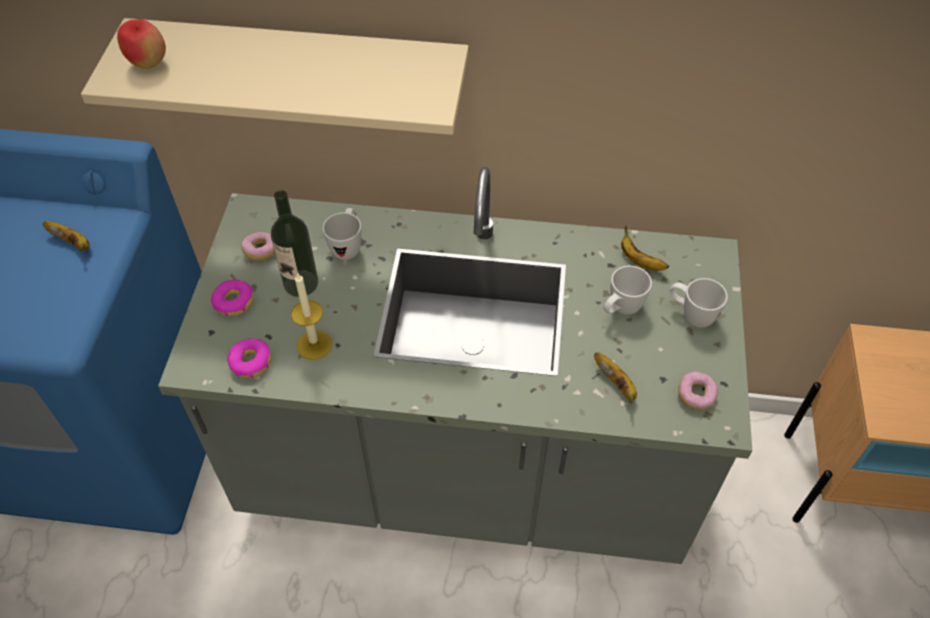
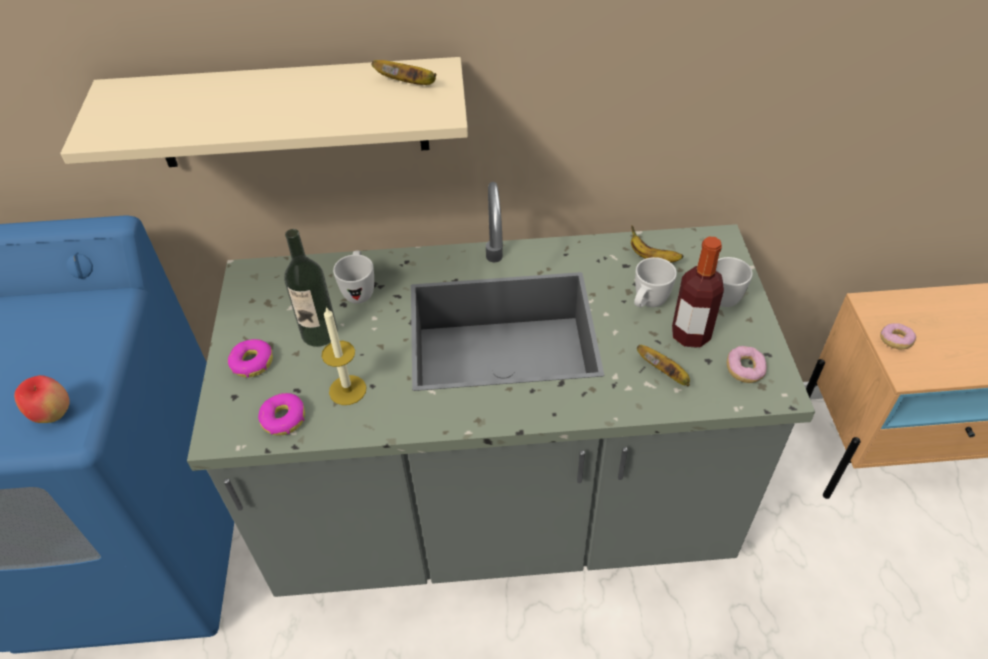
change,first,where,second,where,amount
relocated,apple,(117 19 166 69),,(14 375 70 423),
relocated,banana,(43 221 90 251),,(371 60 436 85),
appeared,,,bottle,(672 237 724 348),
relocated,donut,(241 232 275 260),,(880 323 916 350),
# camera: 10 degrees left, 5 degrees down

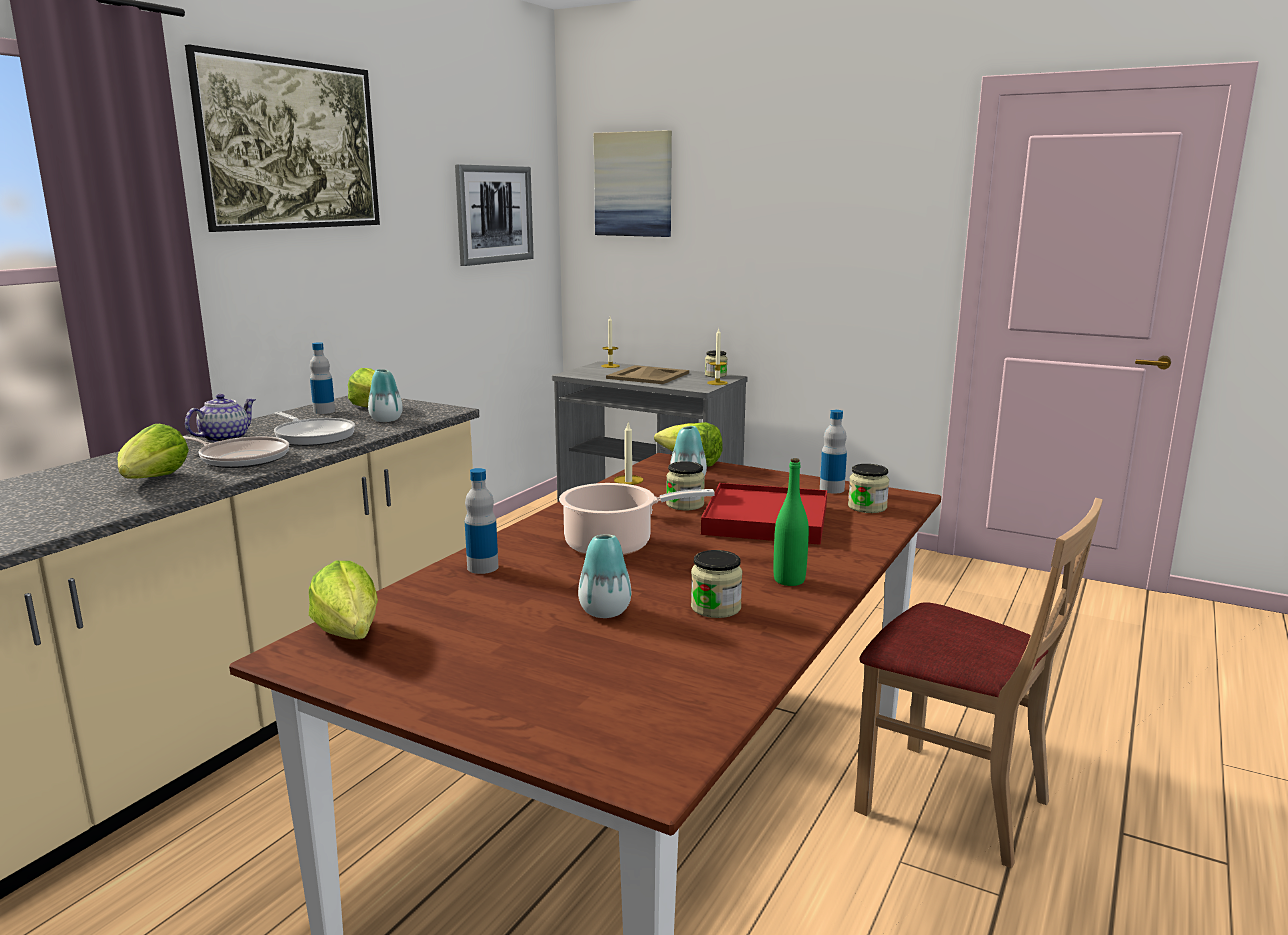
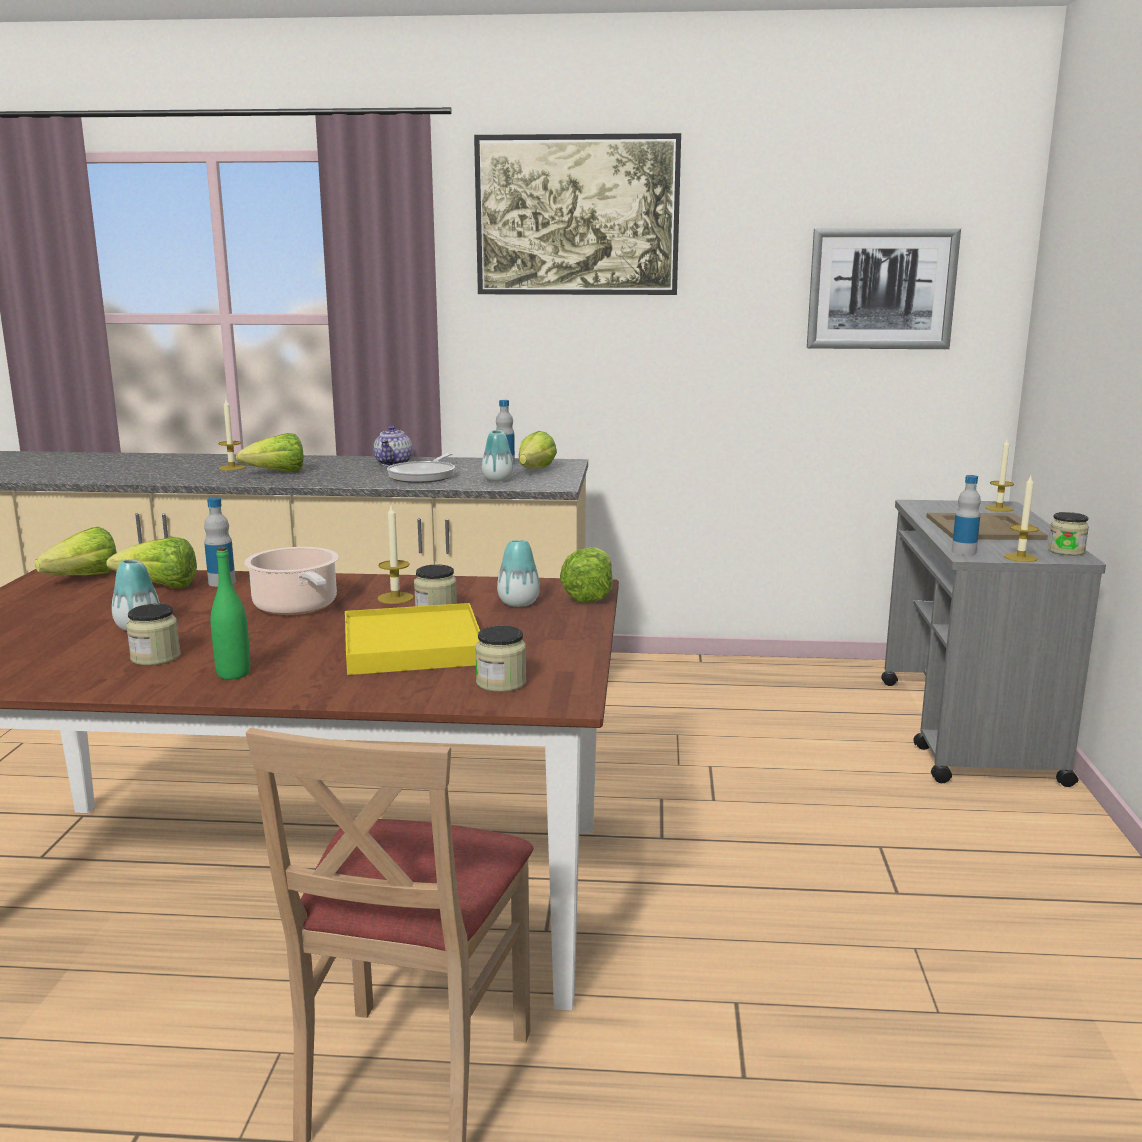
change,first,where,second,where,amount
appeared,,,lettuce,(106 537 197 588),
appeared,,,candle,(218 399 246 471),
colour,red tray,(701 483 827 545),yellow tray,(345 603 480 675),
spun,teapot,(185 394 256 443),,(373 426 413 466),90 degrees clockwise
relocated,bottle,(820 410 847 494),,(952 475 981 555),
missing,frying pan,(183 436 289 468),,,
missing,picture,(594 130 672 237),,,
# camera: 65 degrees right, 0 degrees up

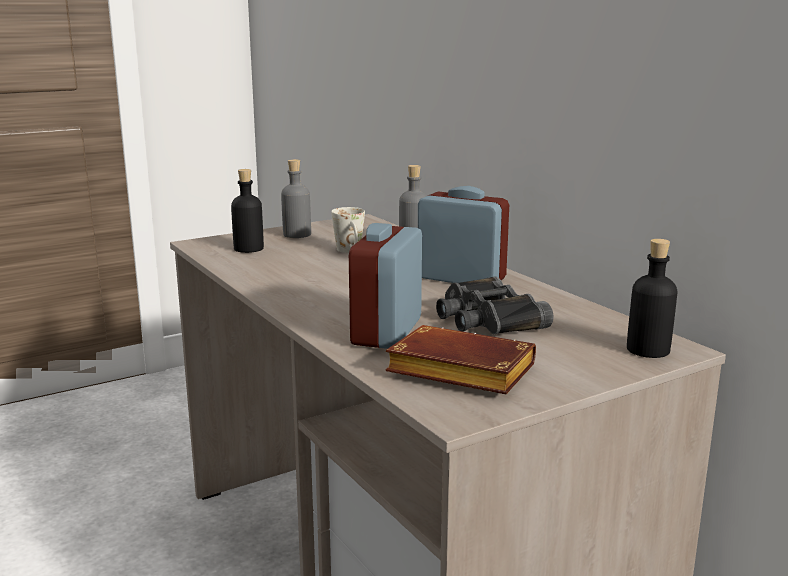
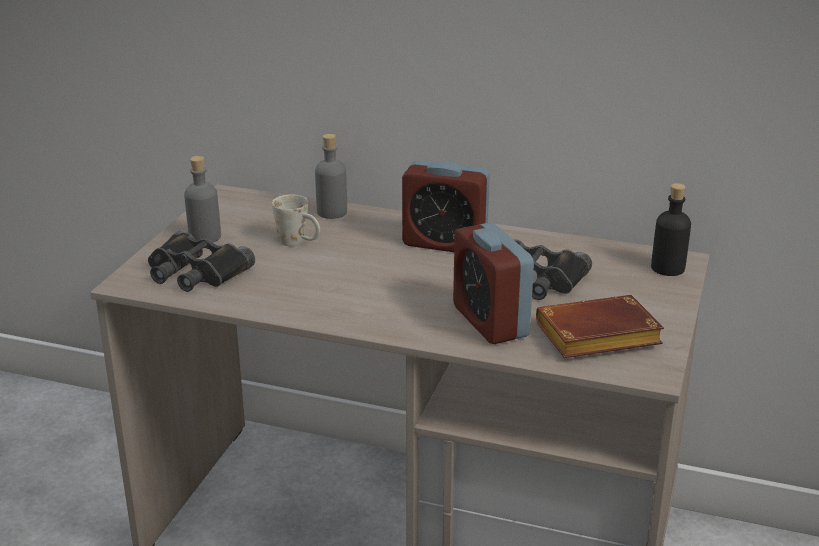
change,first,where,second,where,amount
exchanged,black bottle,(231 169 264 253),black binoculars,(148 230 255 292),
spun,alarm clock,(418 186 509 283),,(402 160 490 252),150 degrees counterclockwise
# camera: 40 degrees left, 10 degrees up

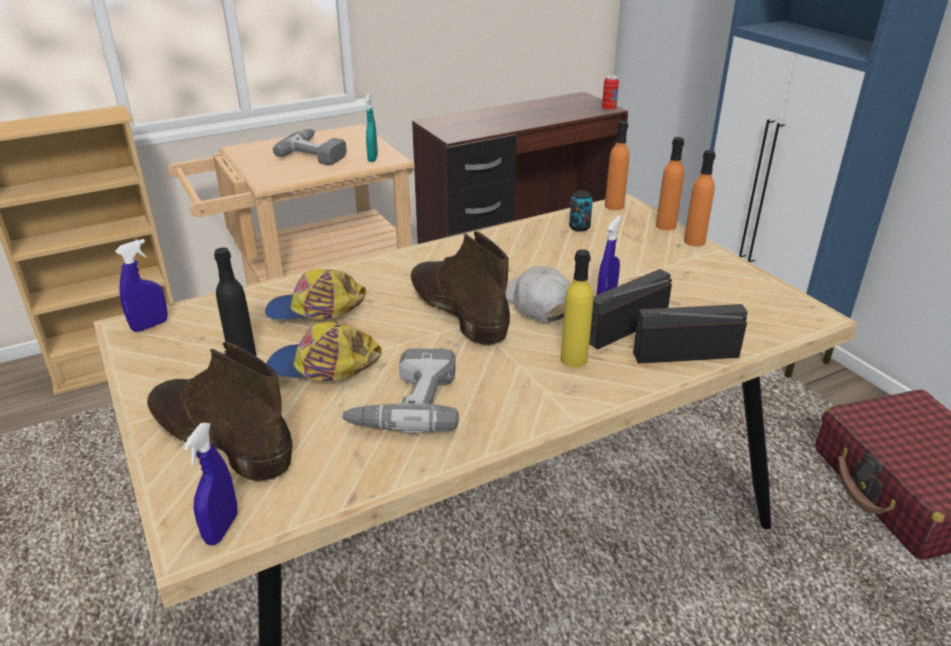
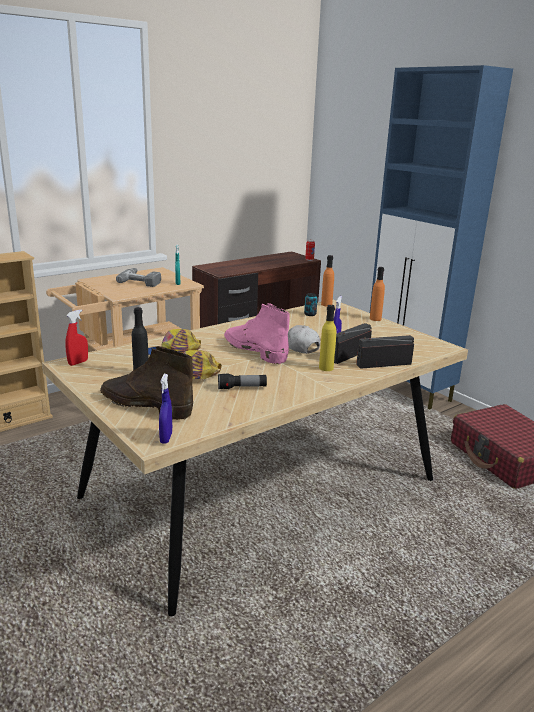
change,first,where,second,where,amount
colour,blue spray bottle,(115 239 167 332),red spray bottle,(65 310 88 366),
exchanged,power drill,(340 348 459 433),flashlight,(218 373 267 389),
colour,brown boot,(411 231 510 346),pink boot,(224 303 290 364),
missing,orange bottle,(656 137 684 230),,,
# camera: 10 degrees left, 10 degrees down

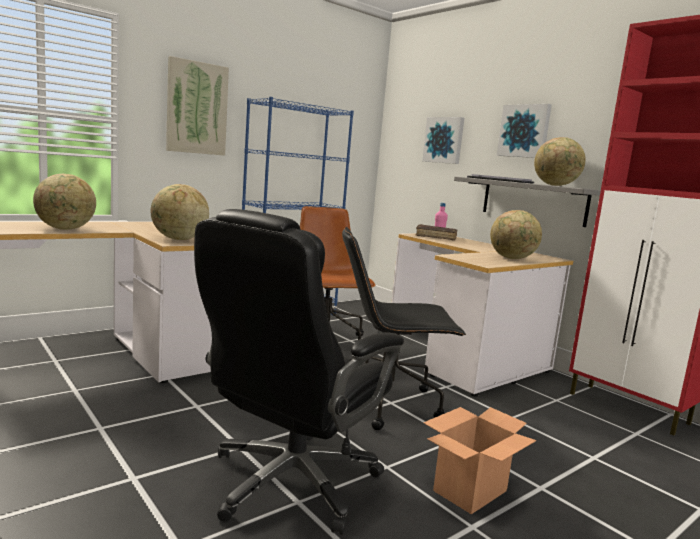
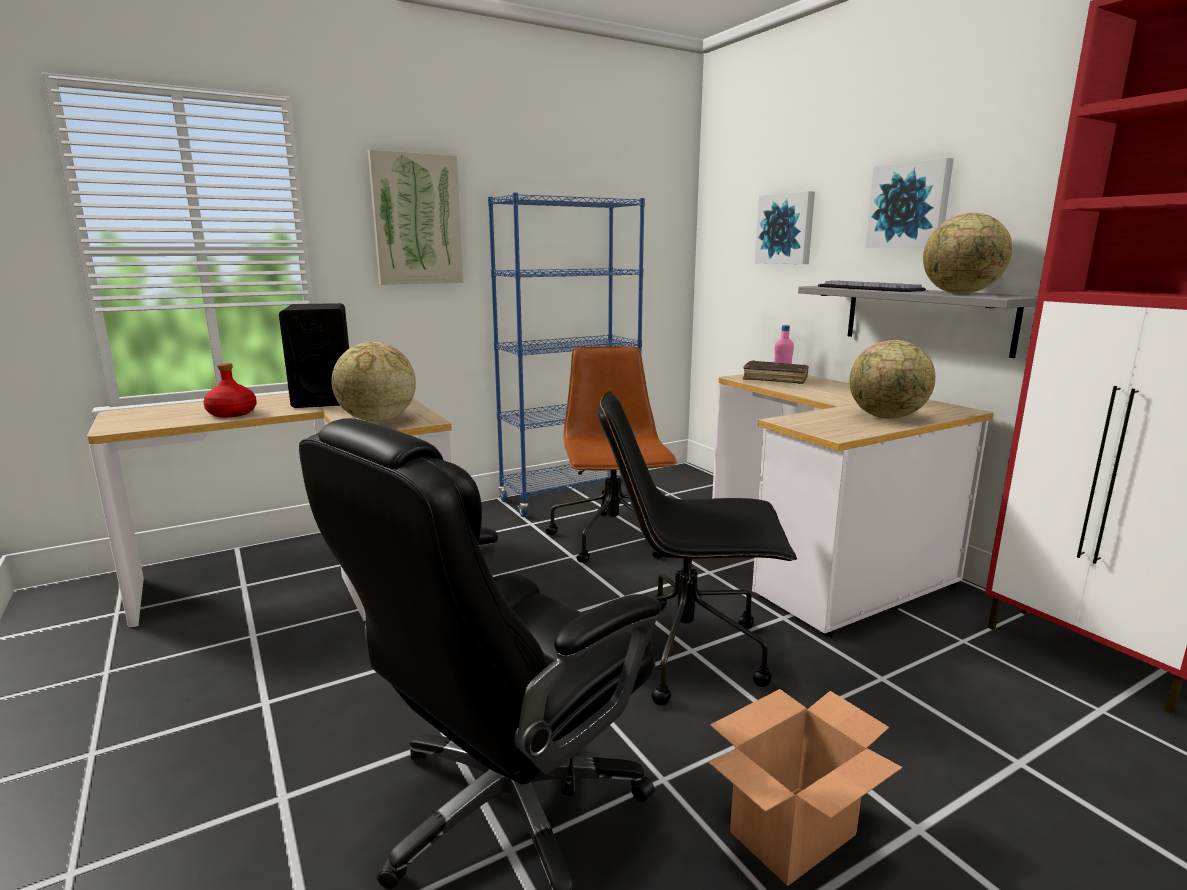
change,first,where,second,where,amount
exchanged,globe,(33 174 96 230),red bottle,(203 363 257 418),
appeared,,,black speaker,(279 303 349 408),
# camera: 10 degrees right, 5 degrees up

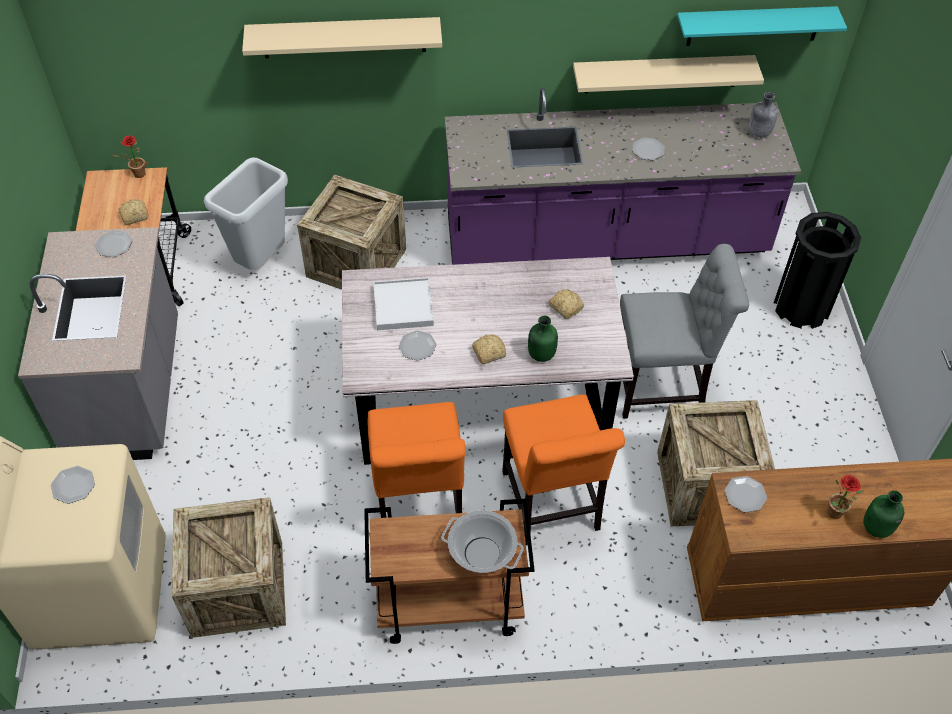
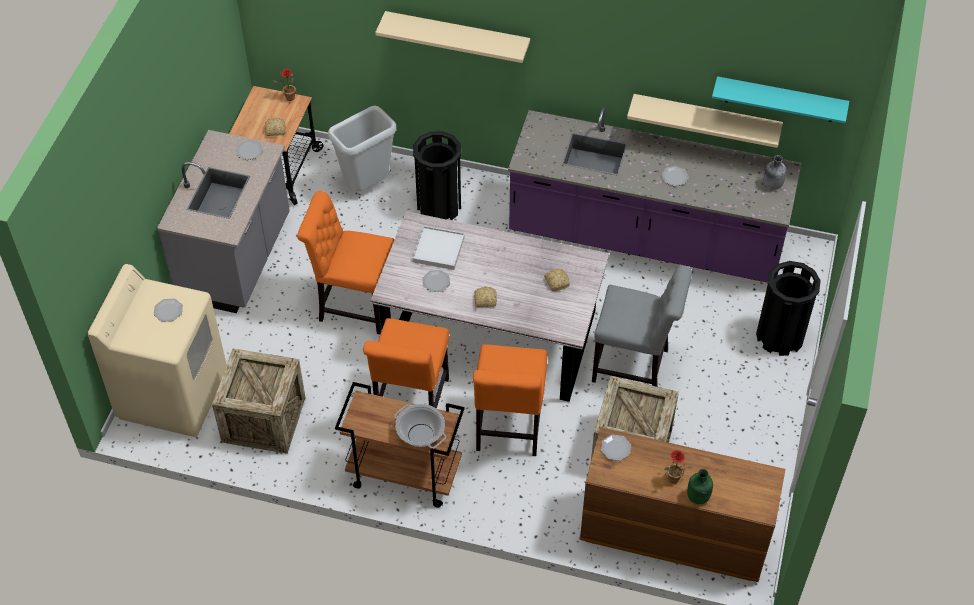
change,first,where,second,where,amount
appeared,,,orange chair,(297 191 394 334),
exchanged,crate,(297 174 406 290),black trash can,(413 131 461 220),
missing,green bottle,(528 316 558 362),,,
# camera: 20 degrees right, 0 degrees up

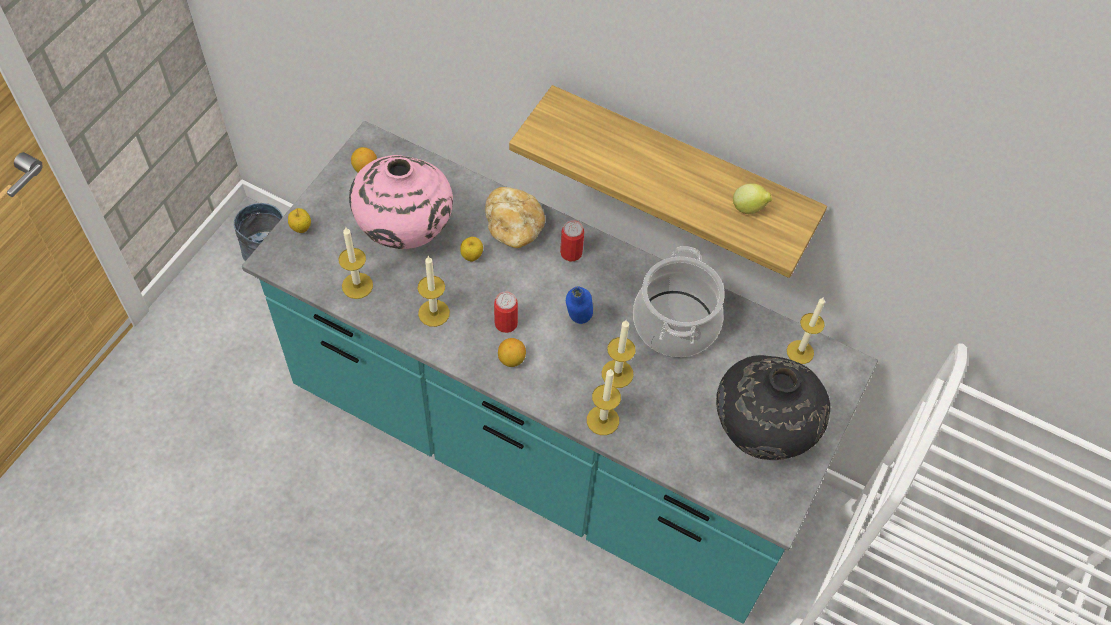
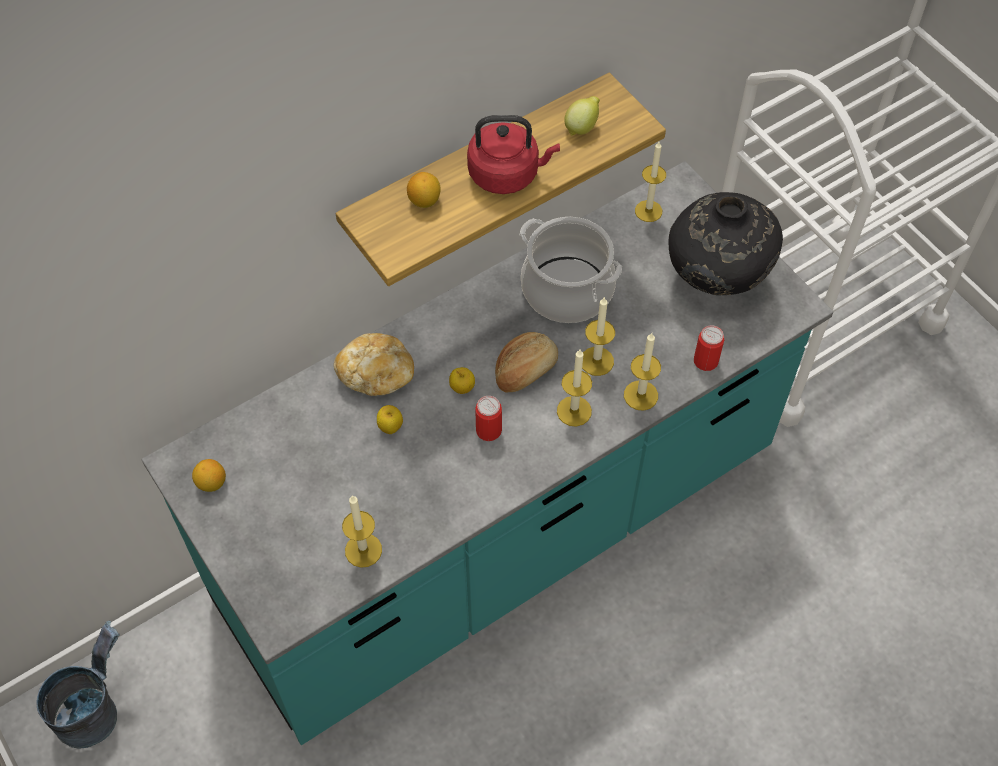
change,first,where,second,where,amount
relocated,lemon,(498 338 526 367),,(407 172 441 208),
relocated,apple,(288 208 311 233),,(449 367 475 394),
appeared,,,red kettle,(467 115 560 194),
exchanged,blue bottle,(566 286 593 324),bread,(495 332 558 393),
relocated,candle,(418 256 450 327),,(557 350 592 426),
relocated,can,(560 220 584 262),,(694 325 724 371),
missing,pink vase,(349 155 453 249),,,
# camera: 60 degrees left, 0 degrees up

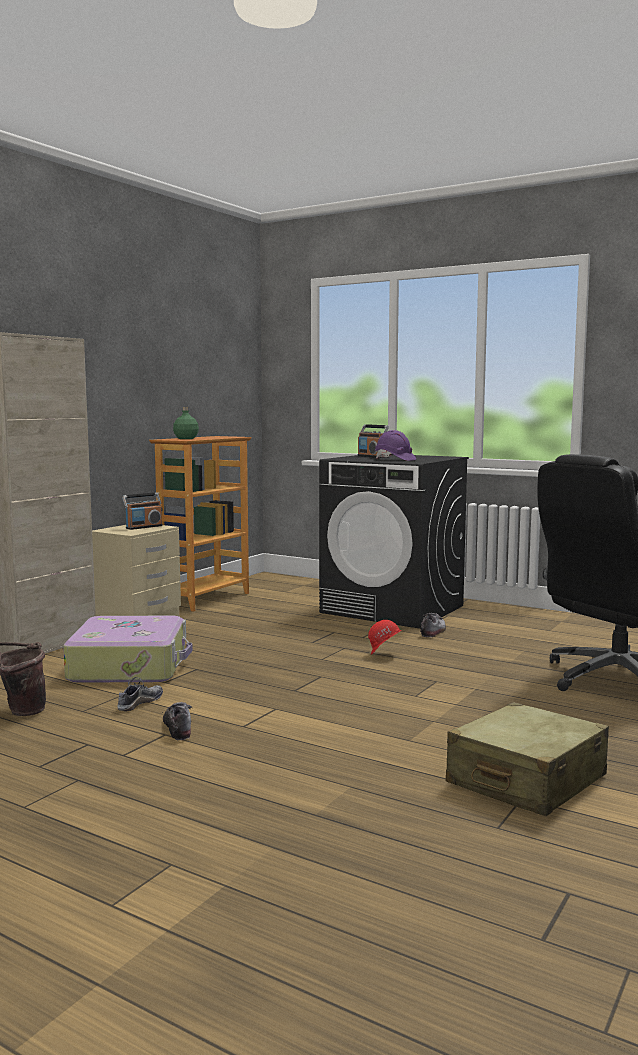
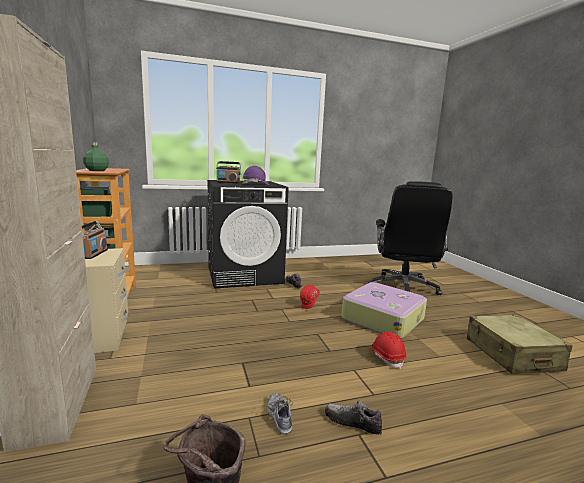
change,first,where,second,where,amount
relocated,suitcase,(63 616 193 683),,(341 282 427 339),
appeared,,,red hard hat,(369 332 407 369),
# camera: 50 degrees left, 5 degrees up

